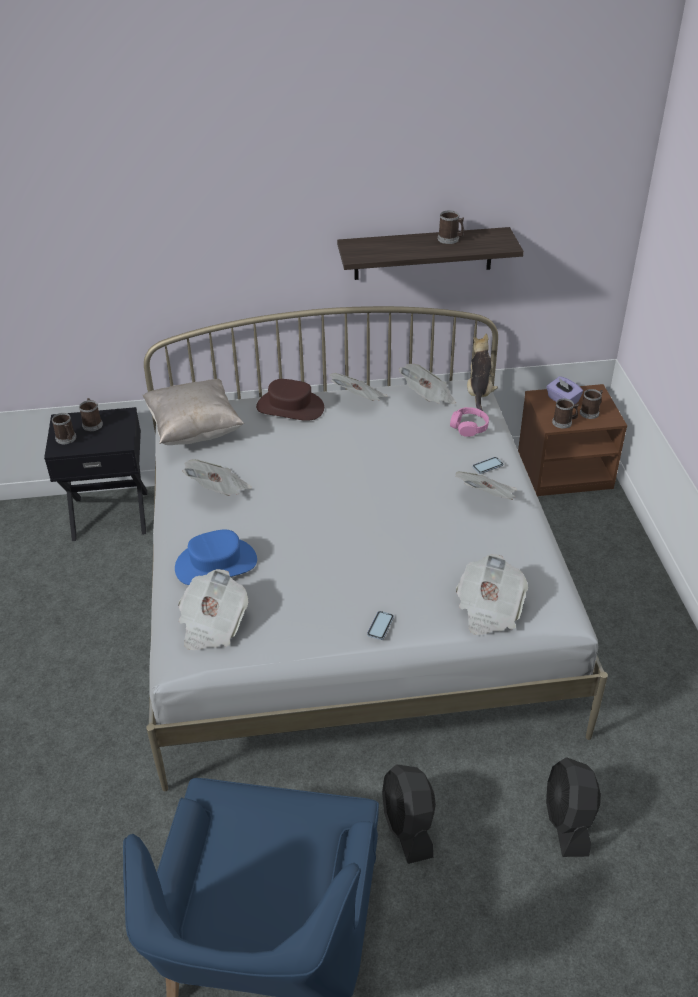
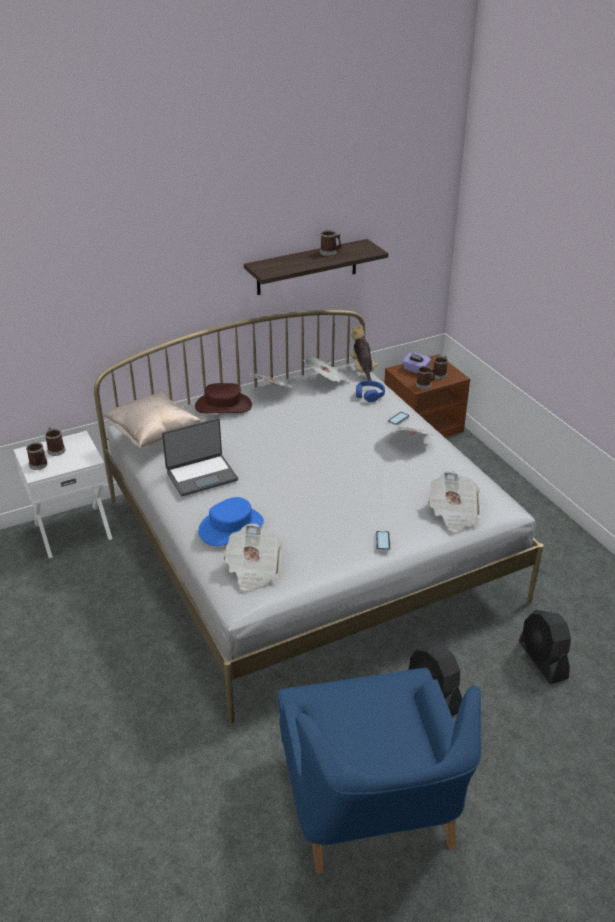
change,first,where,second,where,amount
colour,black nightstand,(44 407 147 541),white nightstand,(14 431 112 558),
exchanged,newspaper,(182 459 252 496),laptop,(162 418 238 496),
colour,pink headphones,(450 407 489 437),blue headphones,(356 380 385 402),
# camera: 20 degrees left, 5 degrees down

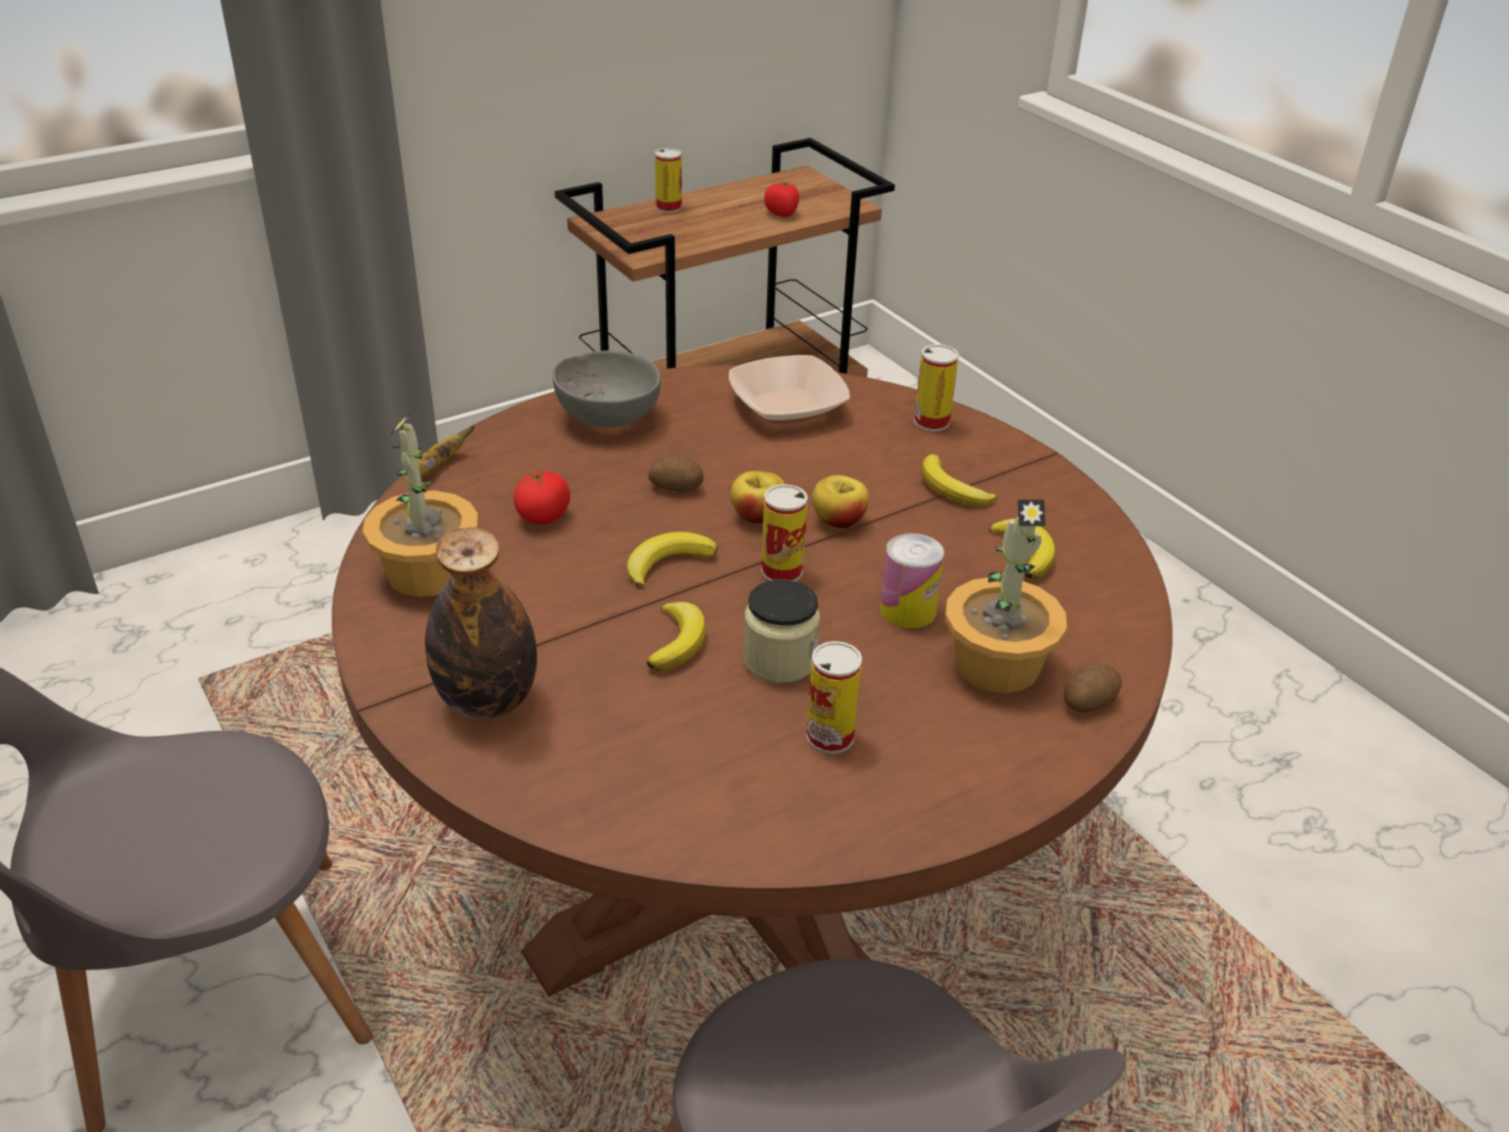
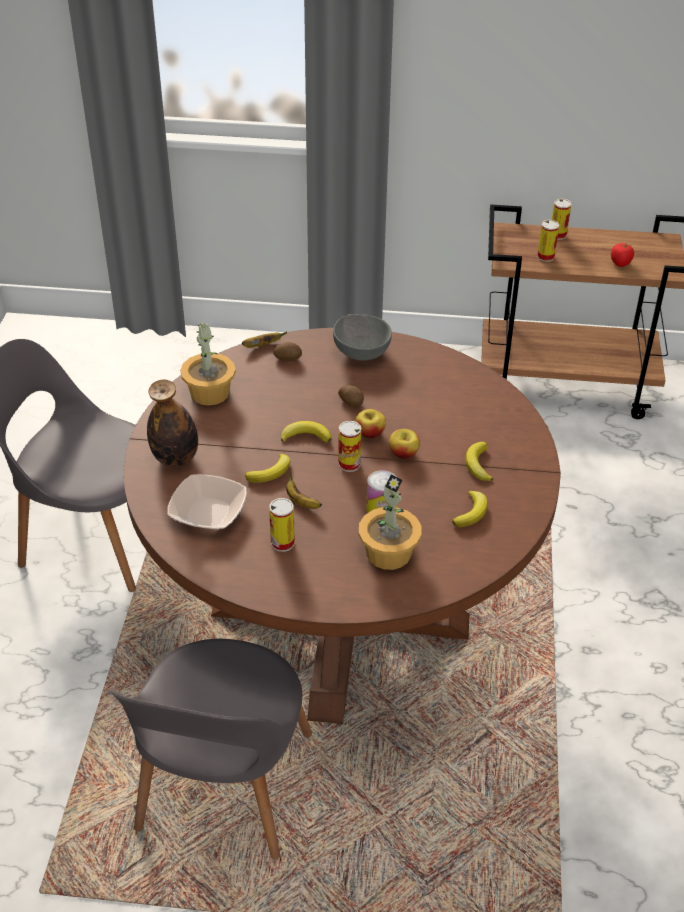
change,first,where,second,where,amount
relocated,bowl,(729 355 850 424),,(167 474 247 529),
relocated,potato,(1064 664 1122 712),,(273 342 302 361),
exchanged,jar,(743 580 820 683),banana,(286 471 322 509),
relocated,can,(914 344 959 432),,(537 220 559 262),
missing,tomato,(513 470 570 525),,,
# camera: 40 degrees right, 5 degrees up

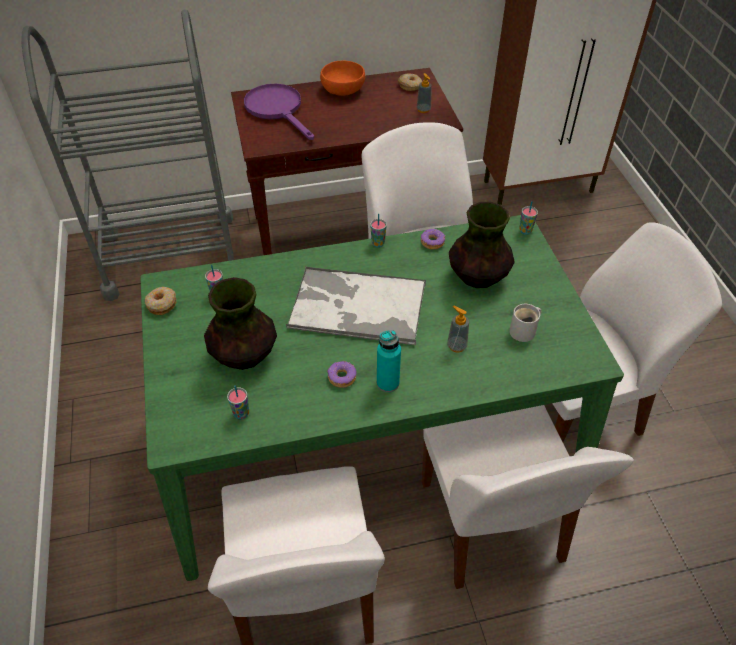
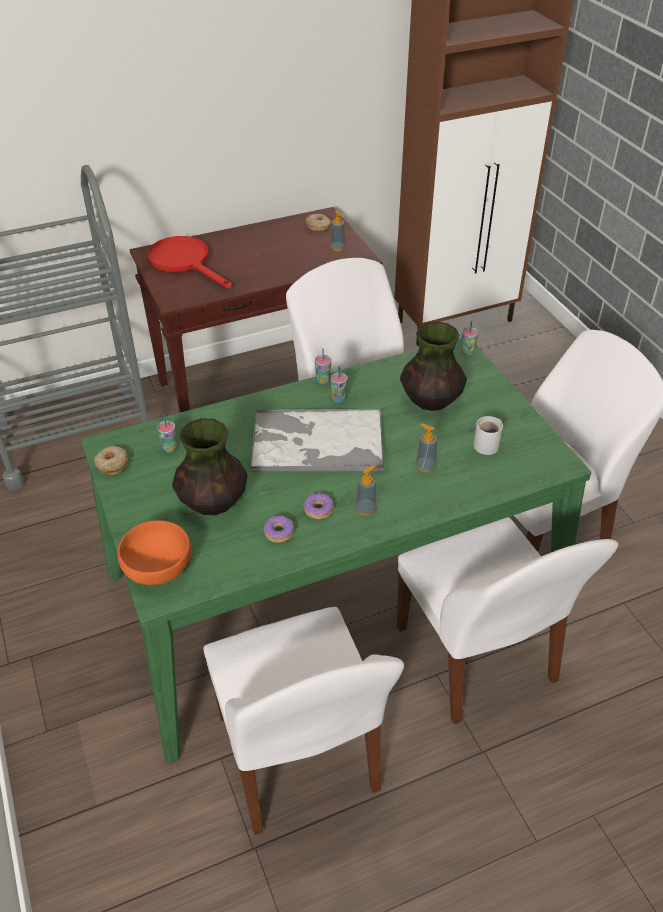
change,first,where,second,where,amount
relocated,orange bowl,(320 60 365 96),,(117 520 191 585),
colour,purple frying pan,(244 84 314 140),red frying pan,(147 236 232 288),
relocated,donut,(421 229 445 249),,(264 515 294 543),
relocated,cup,(227 385 249 420),,(331 366 348 403),
exchanged,turquoise bottle,(377 330 401 392),soap dispenser,(355 465 377 516),
# camera: 10 degrees left, 5 degrees down

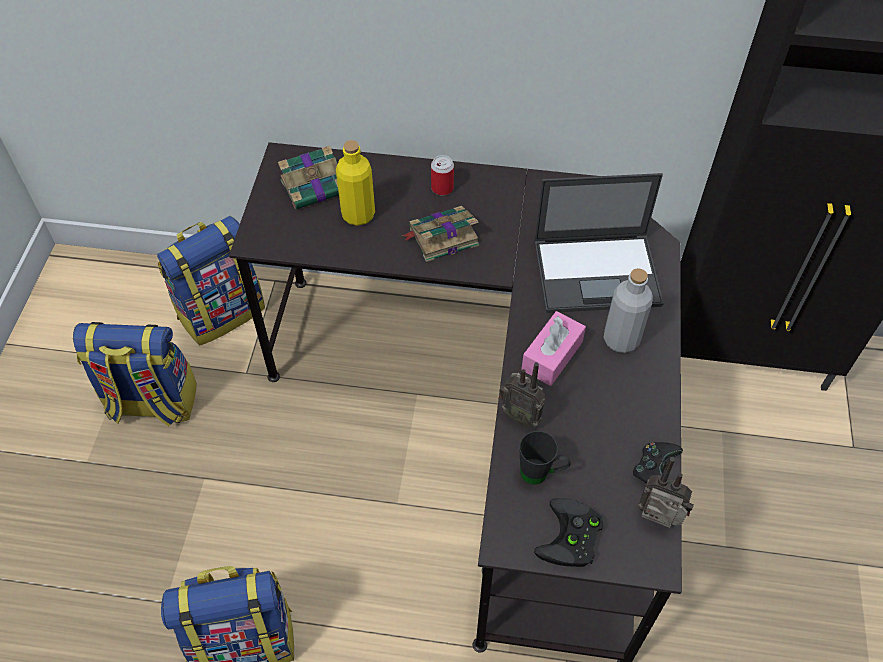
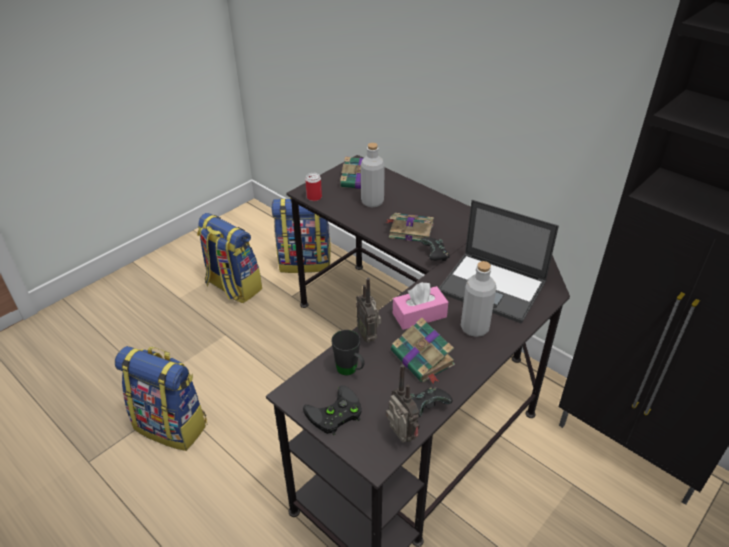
change,first,where,second,where,amount
relocated,can,(431 155 454 196),,(305 173 322 201),
colour,yellow bottle,(336 140 375 226),grey bottle,(361 143 385 207),
appeared,,,book,(391 317 455 384),
appeared,,,black game controller,(421 237 450 261),
# camera: 35 degrees right, 15 degrees down

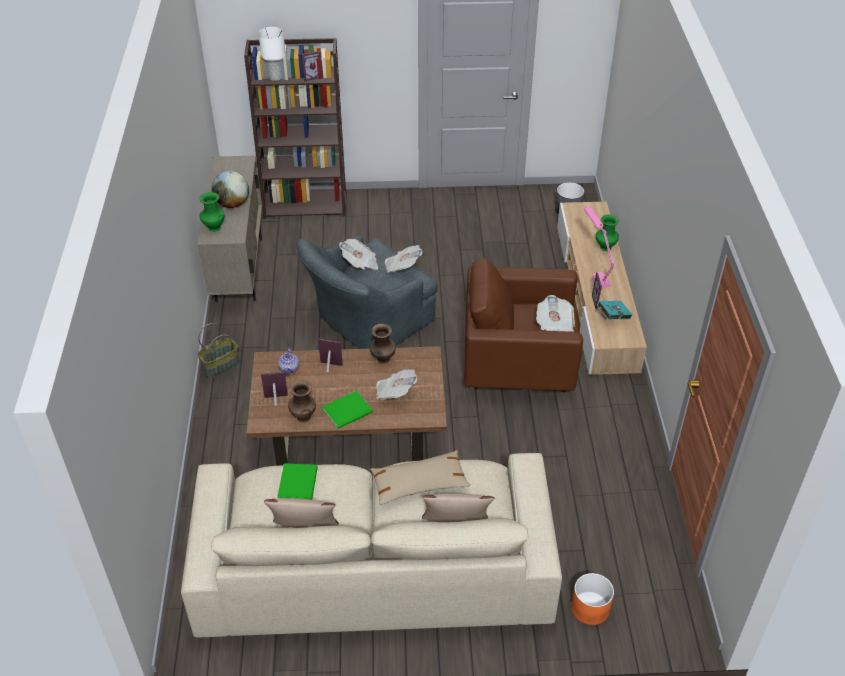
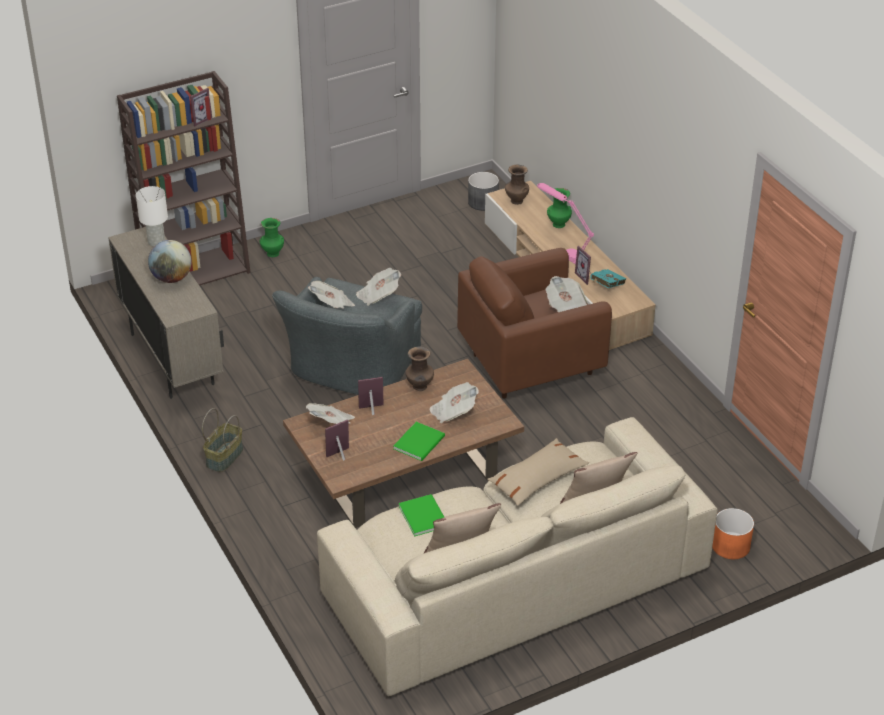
change,first,where,second,where,amount
relocated,white table lamp,(258 27 286 81),,(136 186 168 247),
relocated,green vase,(199 192 224 232),,(260 218 284 257),
exchanged,teapot,(278 348 299 375),newspaper,(306 403 355 424),
relocated,brown vase,(288 380 316 422),,(505 165 529 205),
# camera: 25 degrees left, 5 degrees down

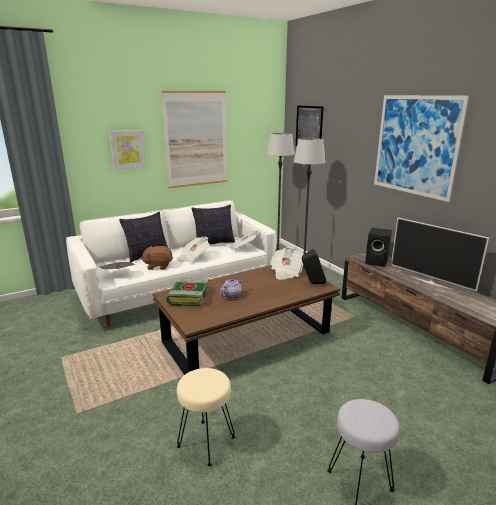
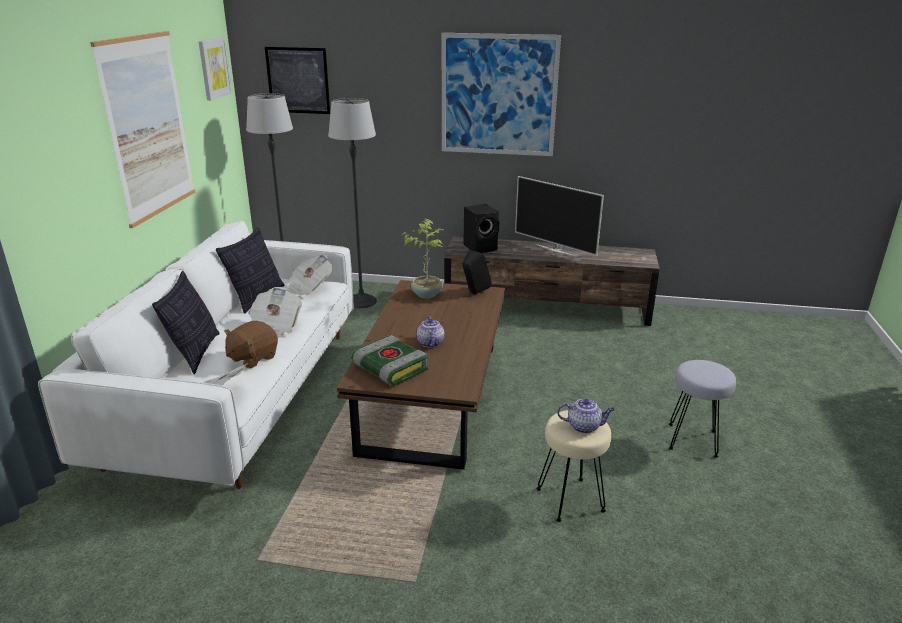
change,first,where,second,where,amount
relocated,picture,(109 130 146 170),,(199 37 232 100),
exchanged,newspaper,(270 247 303 280),potted plant,(402 219 445 299),
spun,television,(391 218 489 291),,(515 176 604 257),45 degrees clockwise
appeared,,,teapot,(557 399 615 433),
# camera: 50 degrees left, 5 degrees up

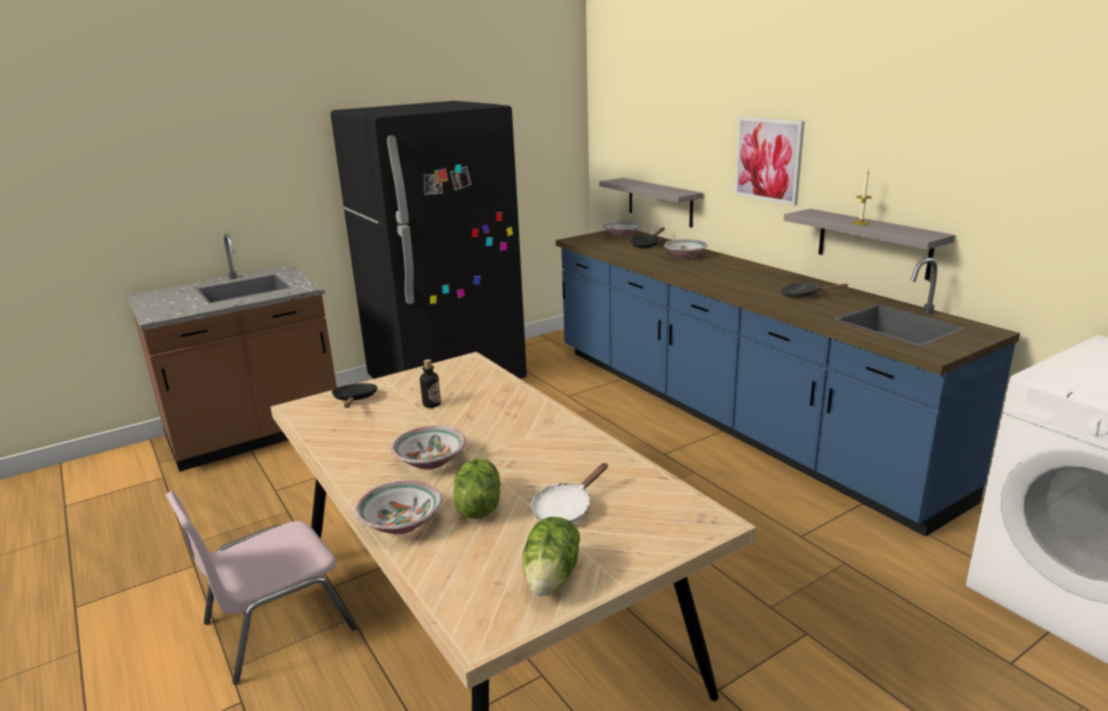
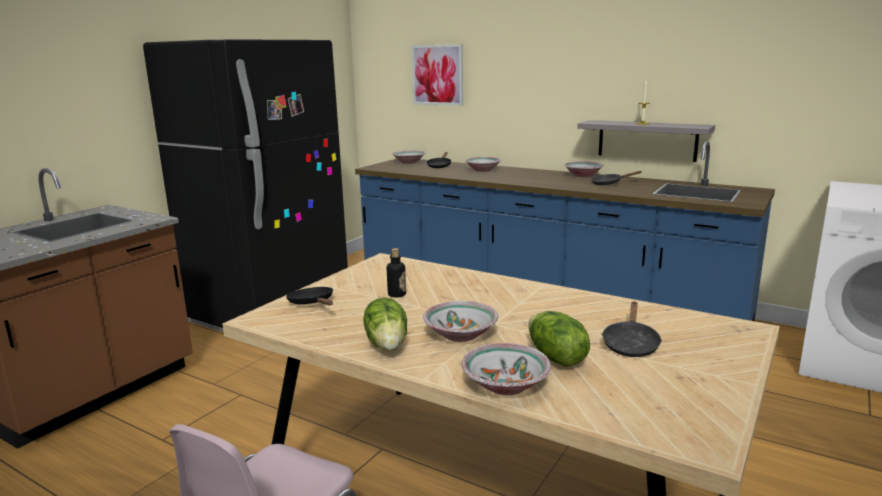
change,first,where,second,where,amount
relocated,lettuce,(523 517 580 596),,(364 298 407 351),
relocated,picture,(735 117 805 206),,(411 44 463 106),
appeared,,,bowl,(564 161 604 177),
colour,white frying pan,(531 463 608 523),black frying pan,(601 301 662 357),
missing,grey shelf,(599 178 703 228),,,
# camera: 25 degrees left, 5 degrees down

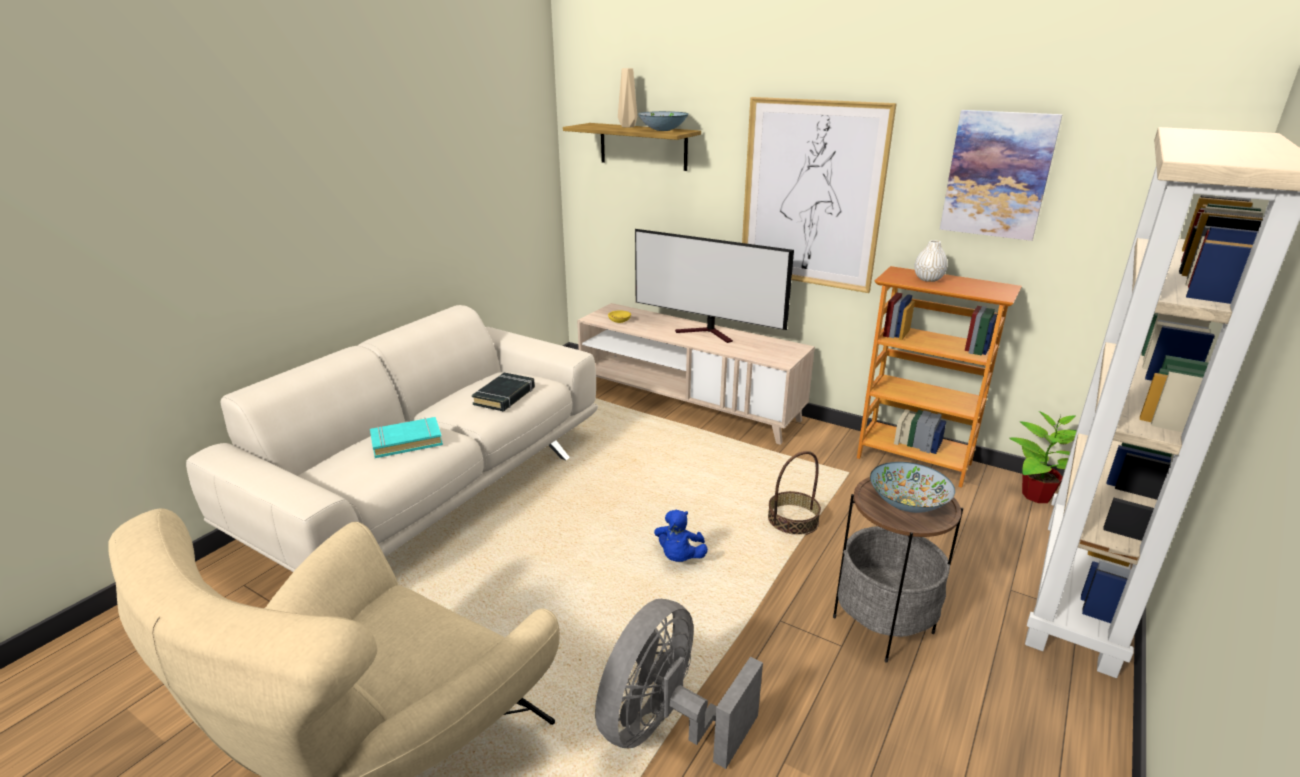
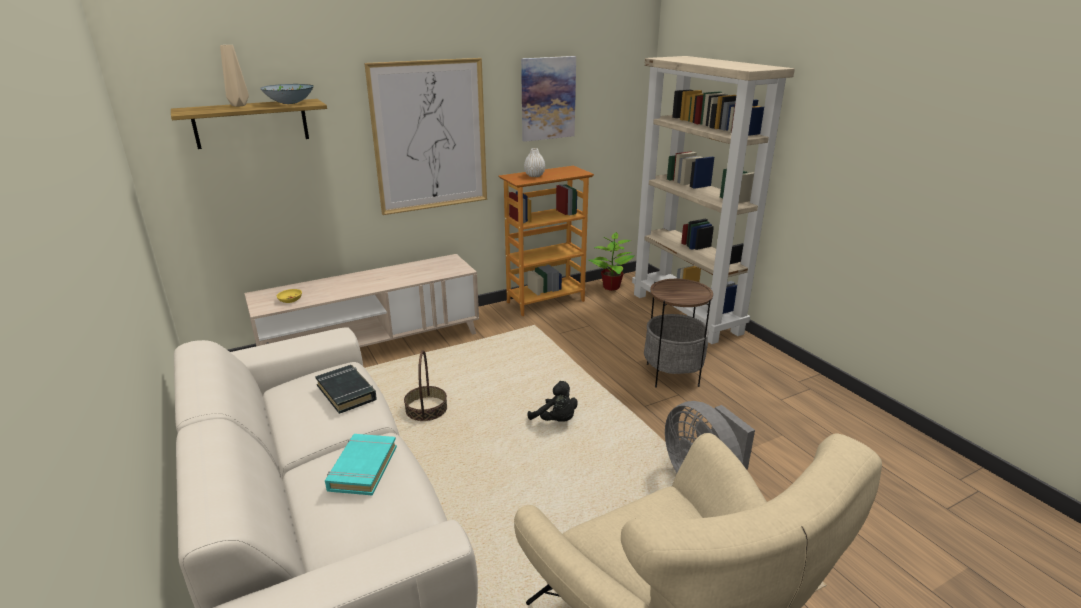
change,first,where,second,where,amount
relocated,basket,(768 451 821 535),,(404 350 447 421),
colour,blue plush toy,(654 510 708 562),black plush toy,(527 381 578 422),
missing,television,(635 229 794 343),,,
missing,bowl,(870 462 955 513),,,
# camera: 60 degrees left, 0 degrees up

